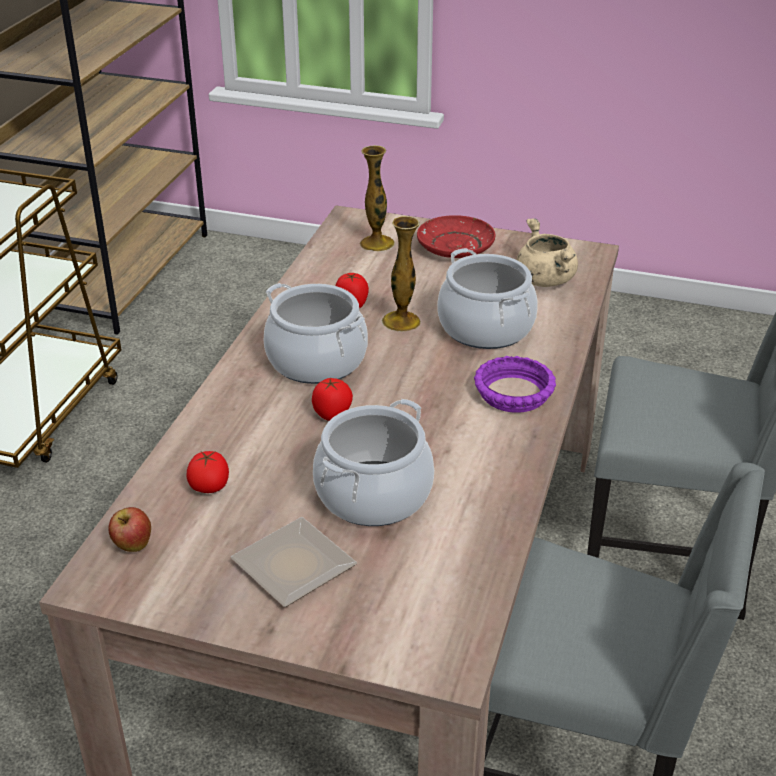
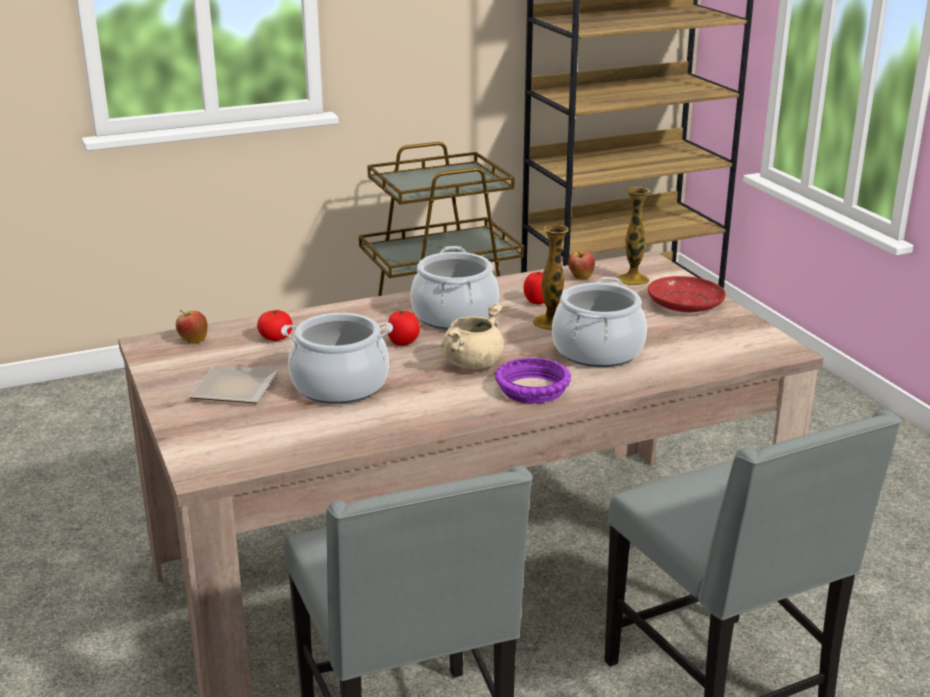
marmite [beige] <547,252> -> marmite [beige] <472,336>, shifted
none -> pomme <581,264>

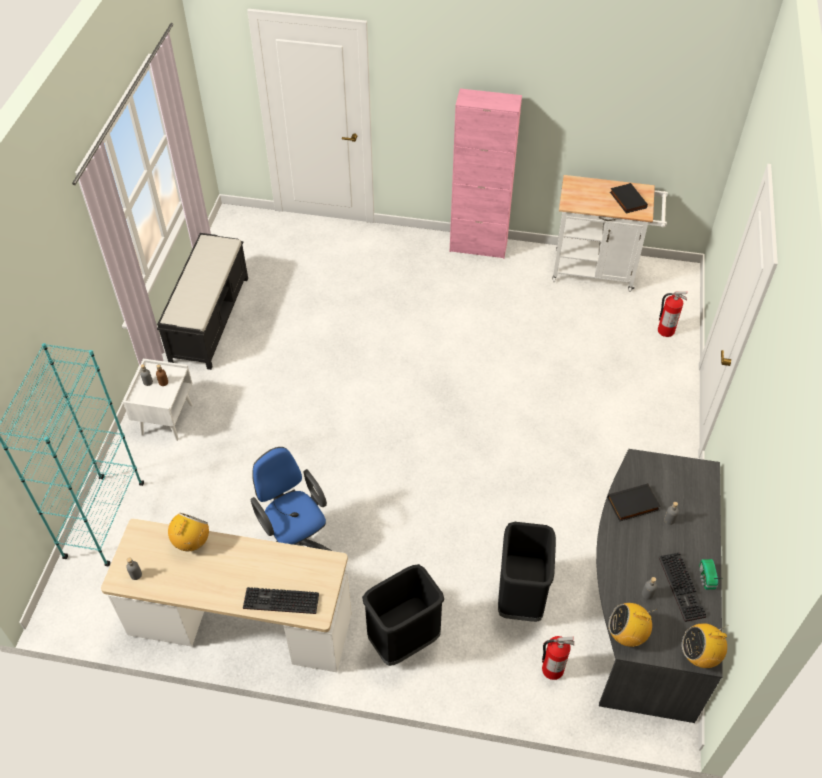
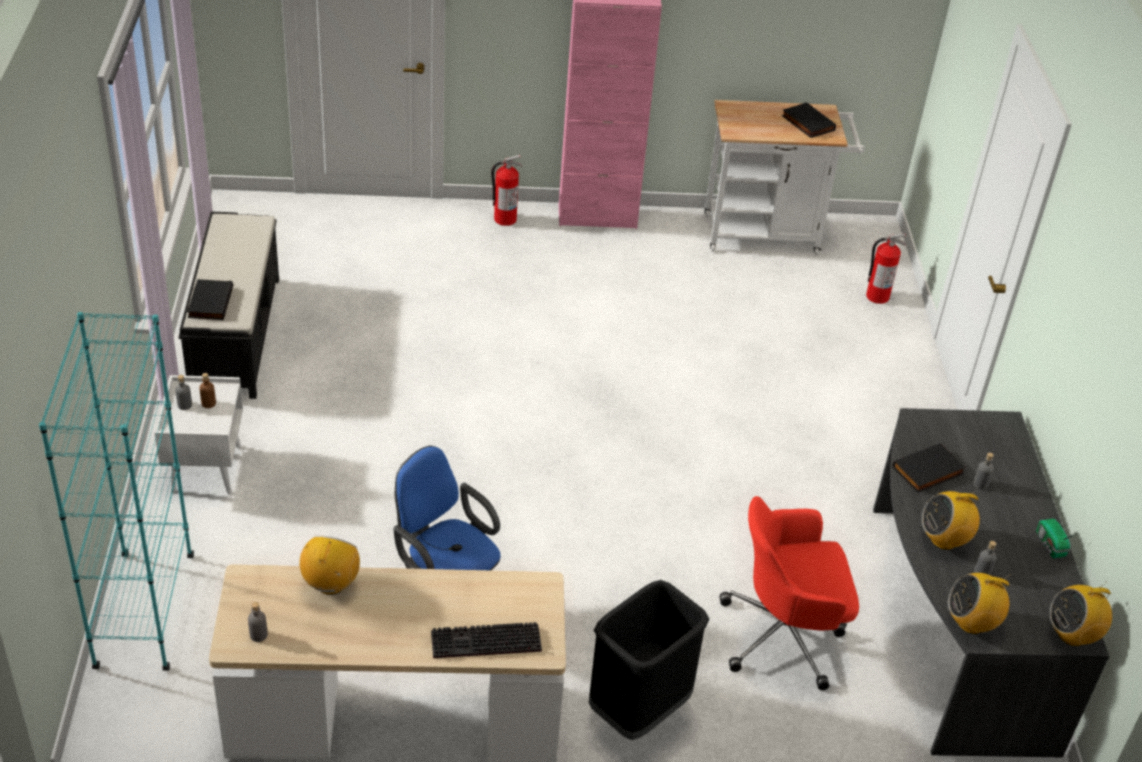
poubelle [noir] <527,572> -> chaise de bureau [rouge] <789,593>
extincteur <558,658> -> extincteur <506,190>, shifted
clavier <682,587> -> none
none -> livre [noir] <210,299>
none -> radio <950,519>

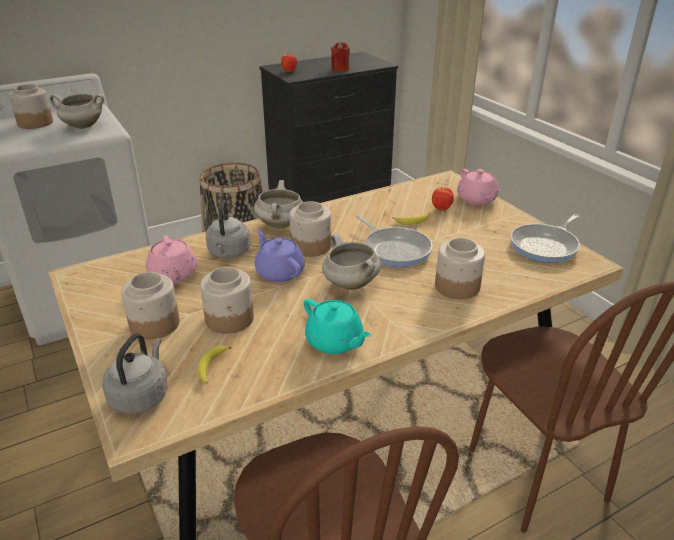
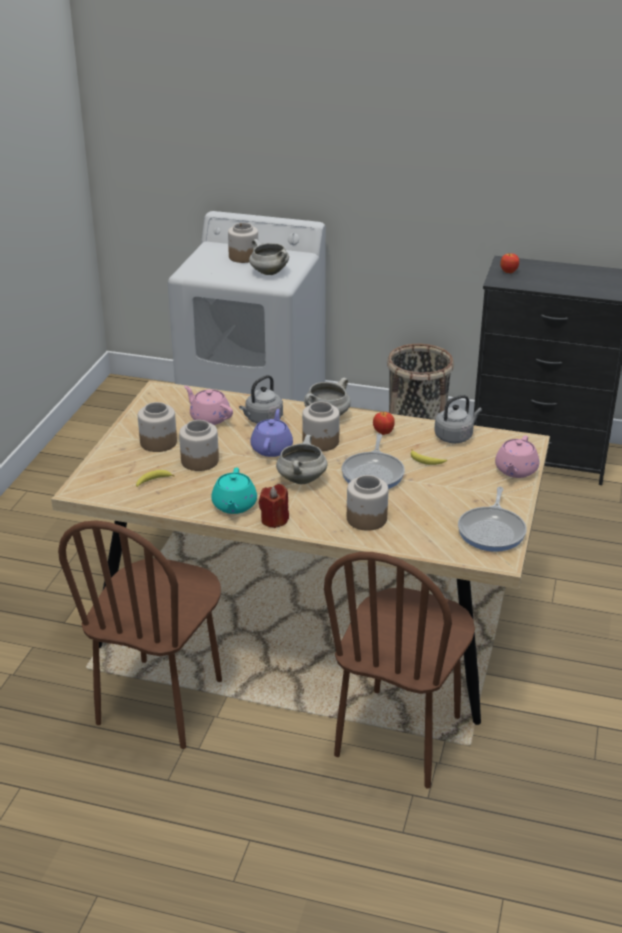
bouilloire [gris] <135,374> -> bouilloire [gris] <458,419>, shifted
théière [rose] <171,259> -> théière [rose] <208,405>, 105 degrees clockwise
bougie [rouge] <340,57> -> bougie [rouge] <274,506>, shifted
pomme <443,199> -> pomme <384,423>, shifted
poêle <545,238> -> poêle <492,519>, 75 degrees counterclockwise

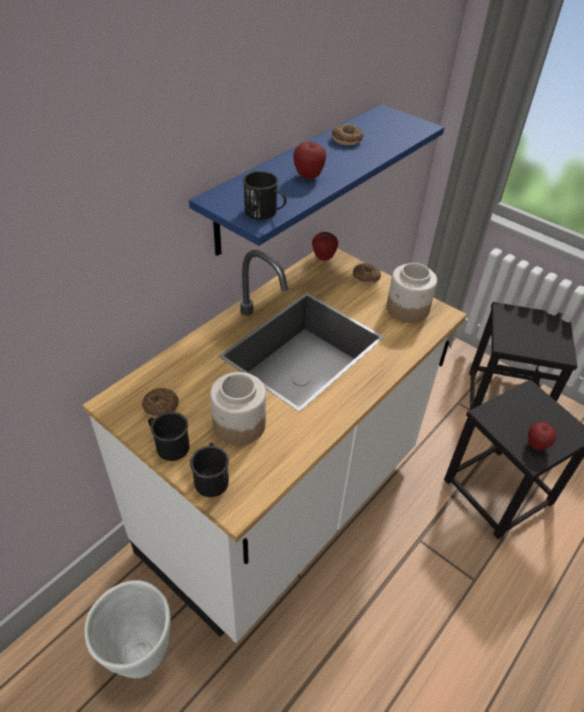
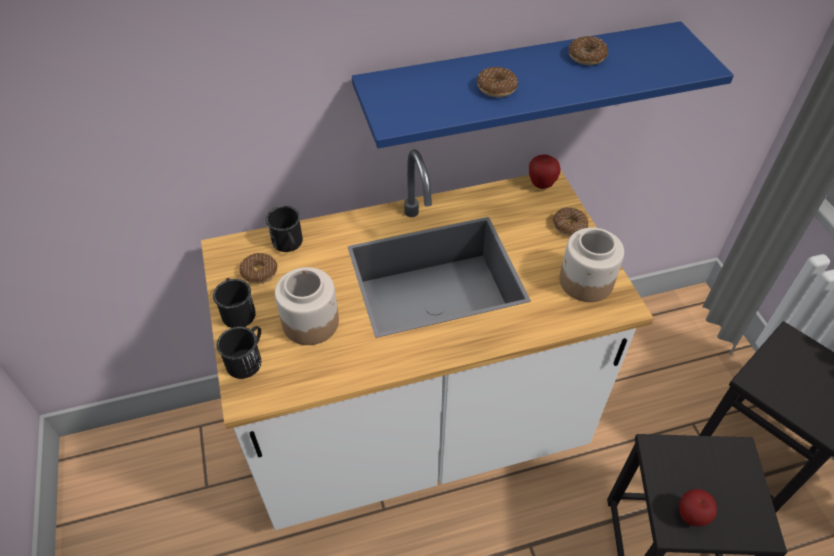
cache-pot [blanc] <127,629> -> none
mug [noir] <264,195> -> mug [noir] <284,229>, shifted
pomme <309,160> -> beignet <497,82>

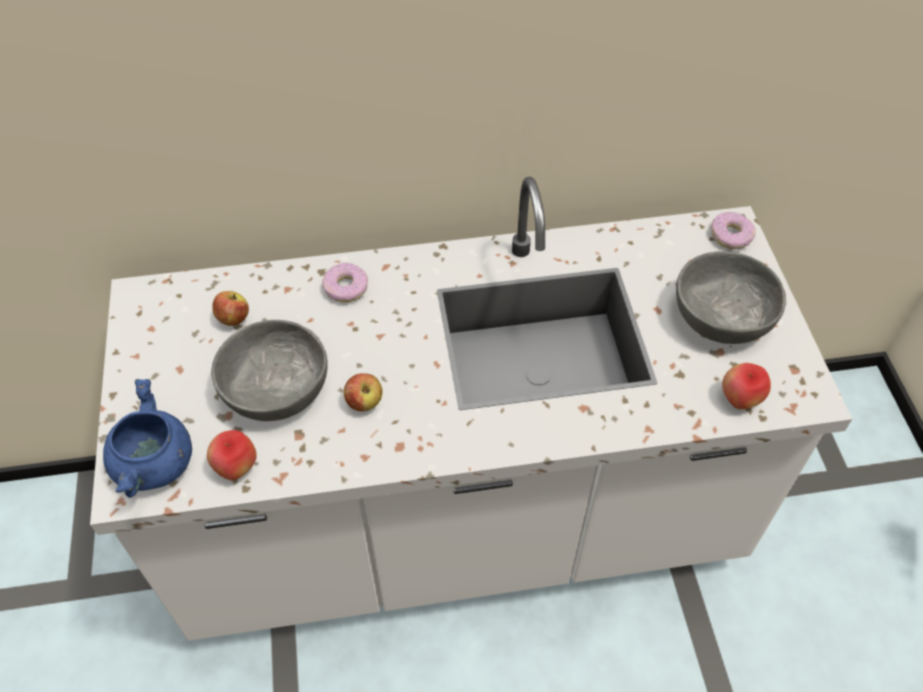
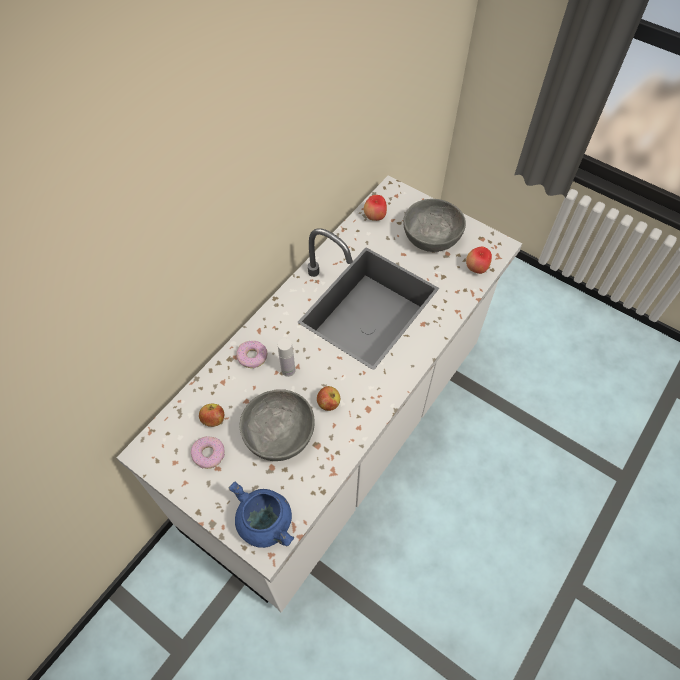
pomme <232,455> -> pomme <375,208>, shifted
beignet <733,230> -> beignet <208,452>, shifted
none -> bouteille [blanc] <286,357>

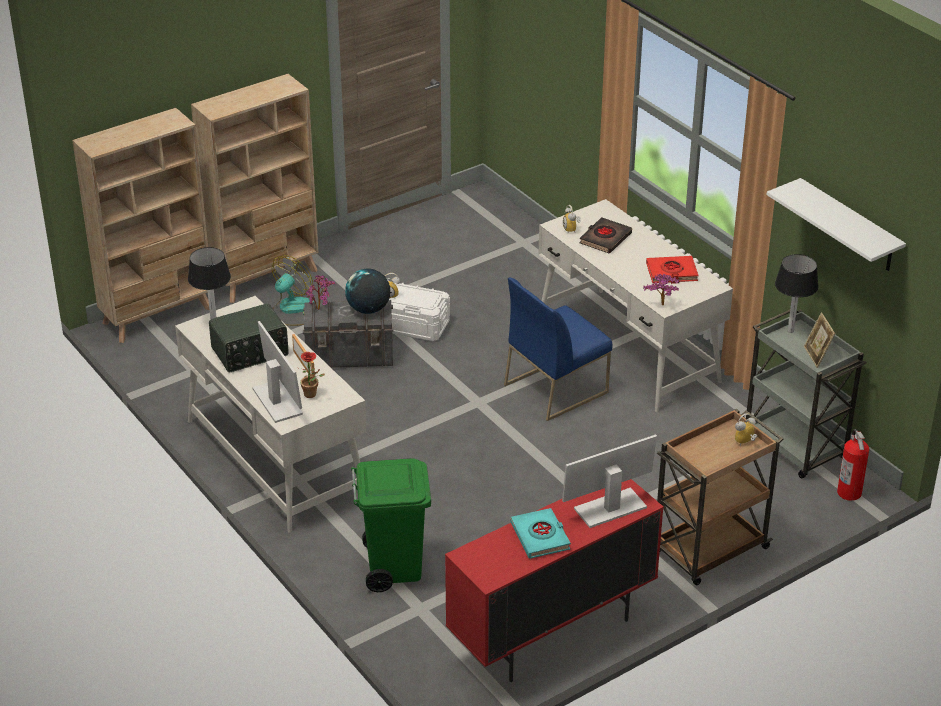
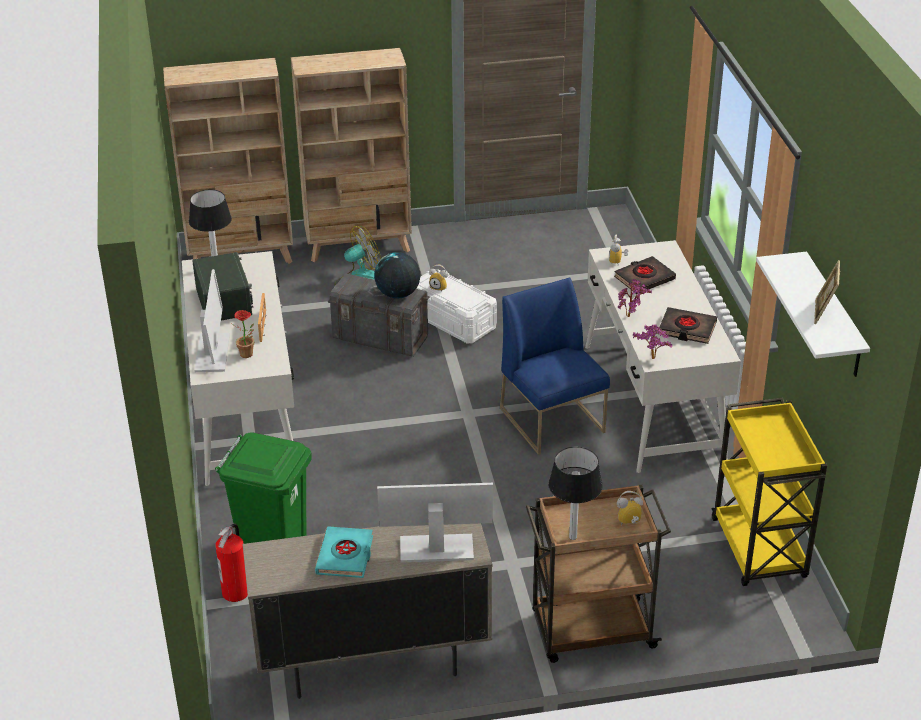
radio <249,337> -> radio <222,286>, 105 degrees counterclockwise
plante en pot <320,292> -> plante en pot <635,298>, shifted
meuble de rangement [rouge] <554,580> -> meuble de rangement [beige] <368,611>
chaise [bleu] <558,349> -> chaise [bleu] <555,366>, 75 degrees clockwise
livre [rouge] <672,270> -> livre [noir] <688,325>
chariot [gris] <806,394> -> chariot [jaune] <769,492>
lampe de table <797,293> -> lampe de table <575,493>, shifted
cadre photo <819,340> -> cadre photo <827,292>, shifted
extincteur <853,465> -> extincteur <231,563>, shifted

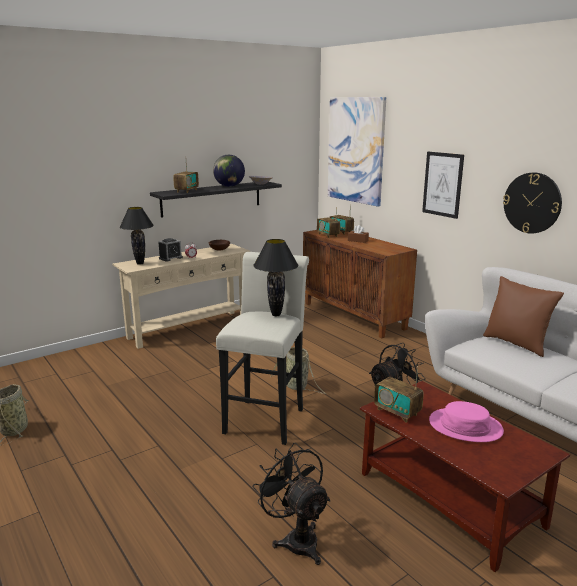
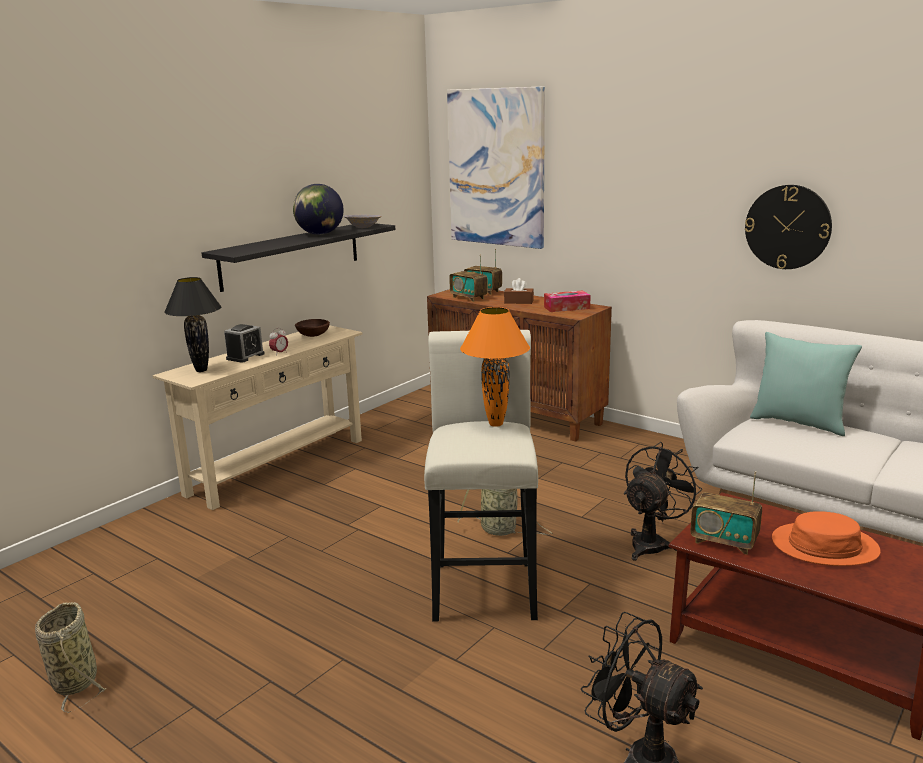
radio <186,179> -> none
lampe de table [noir] <275,277> -> lampe de table [orange] <495,367>
tableau <443,185> -> none
chapeau [rose] <466,421> -> chapeau [orange] <826,538>
coussin [marron] <523,316> -> coussin [turquoise] <806,384>
none -> boîte à mouchoirs <567,301>

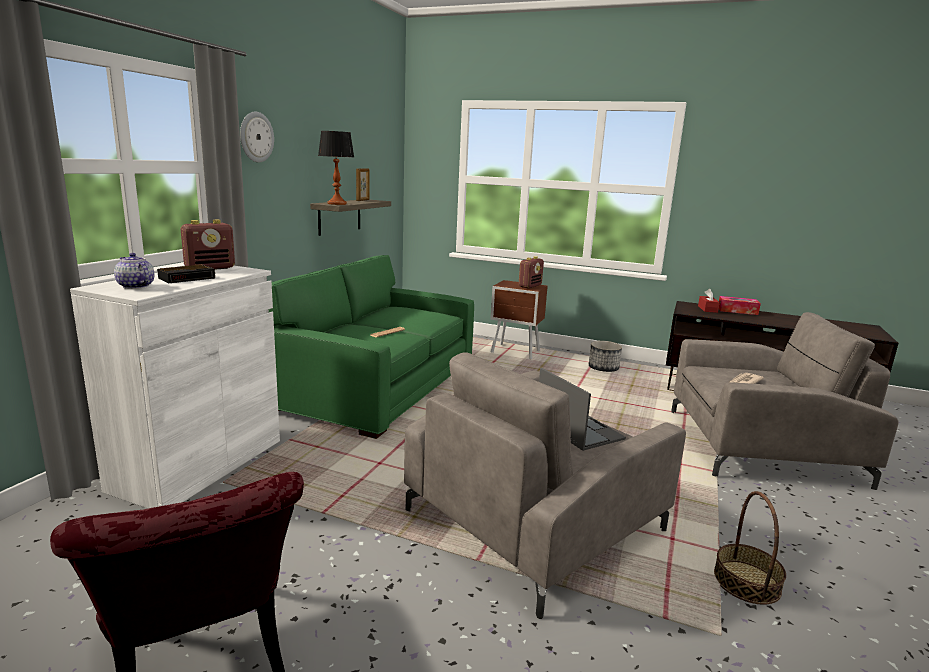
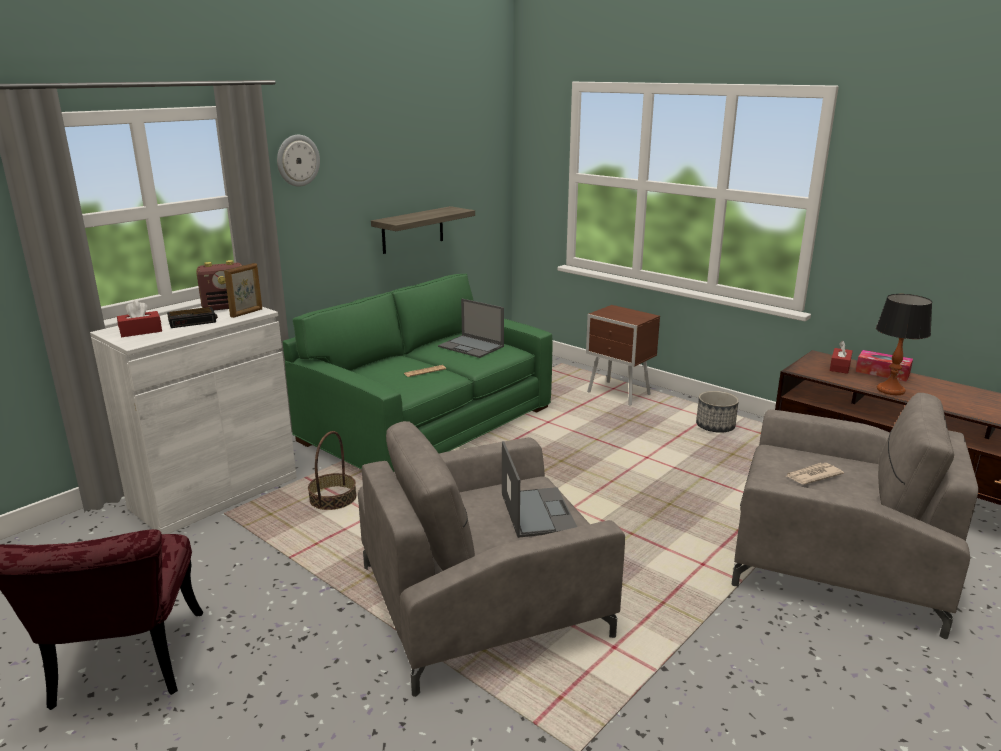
théière <134,271> -> boîte à mouchoirs [rouge] <139,318>
lampe de table <336,168> -> lampe de table <904,344>, shifted
cadre photo <363,184> -> cadre photo <243,290>, shifted
radio <531,272> -> none
panier <750,548> -> panier <332,470>, shifted
none -> ordinateur portable <471,328>

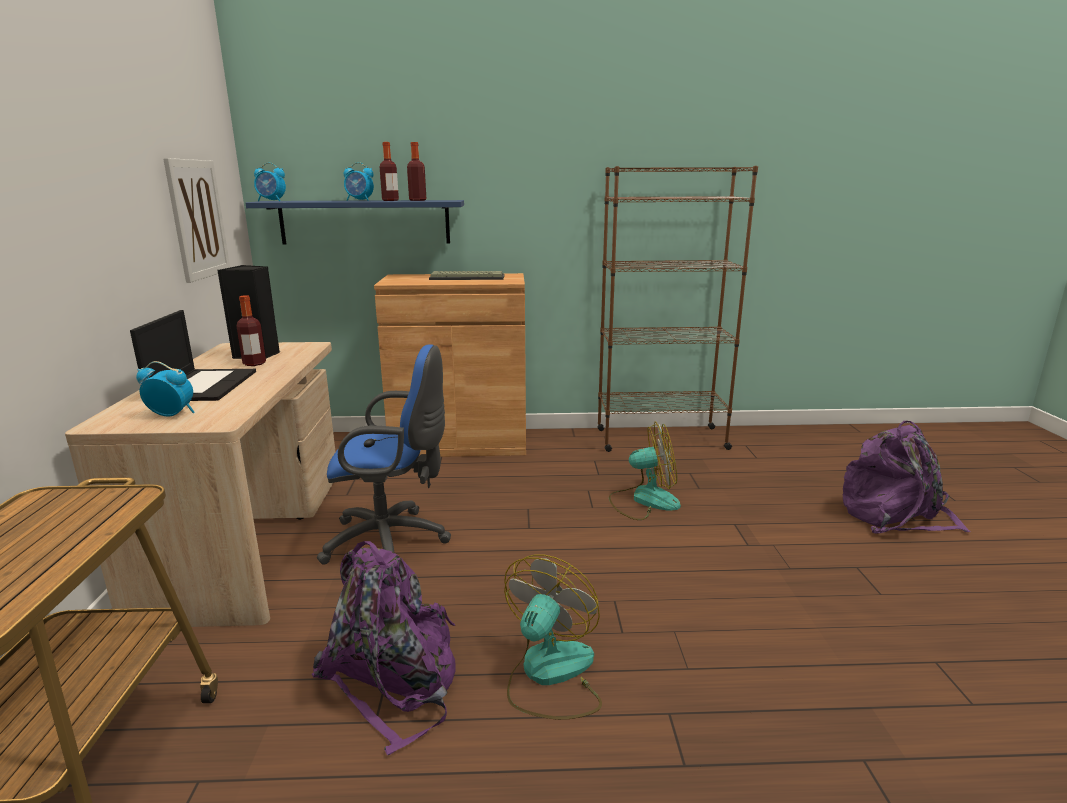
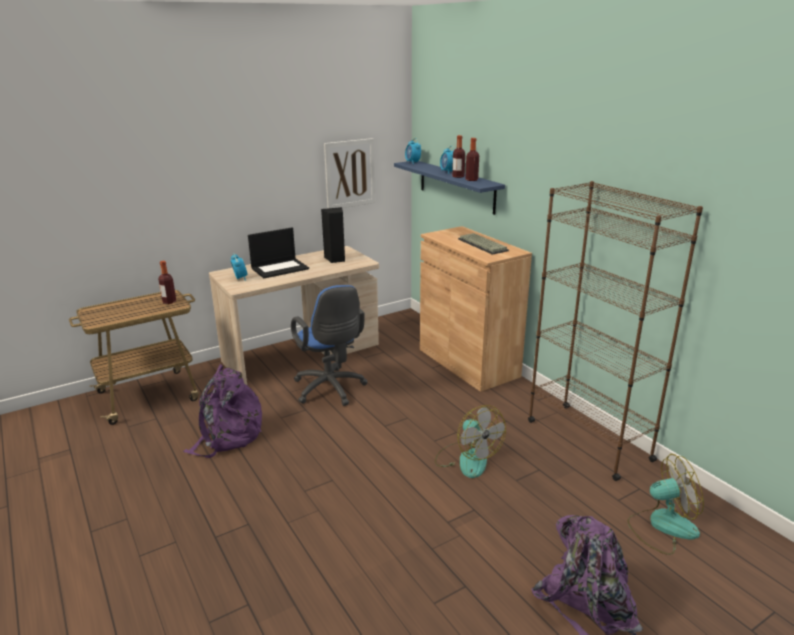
bouteille <251,330> -> bouteille <167,282>, shifted
ventilateur <553,637> -> ventilateur <665,504>, shifted

